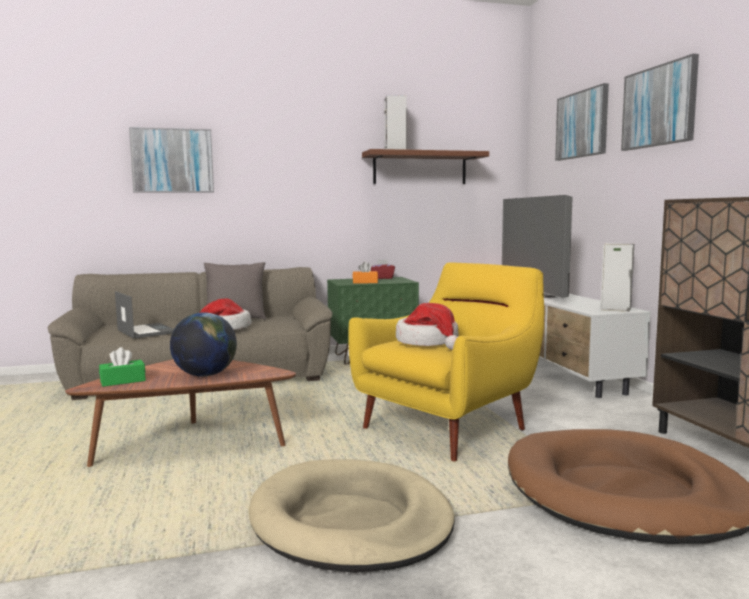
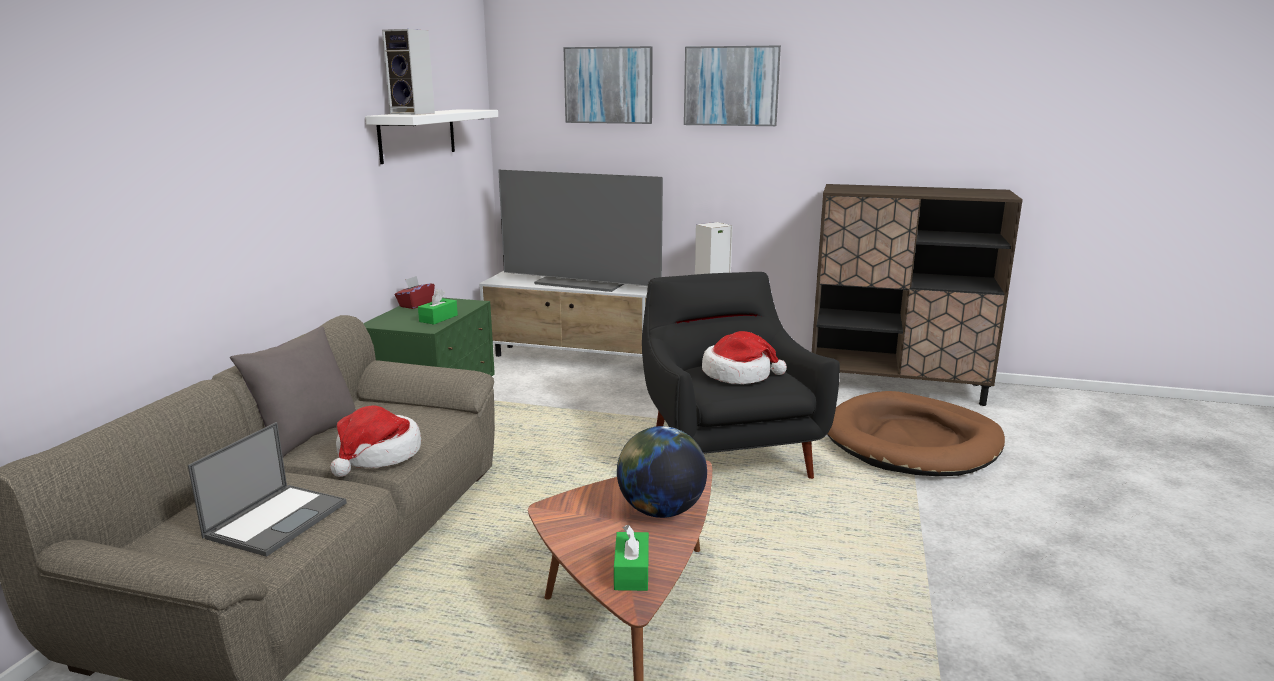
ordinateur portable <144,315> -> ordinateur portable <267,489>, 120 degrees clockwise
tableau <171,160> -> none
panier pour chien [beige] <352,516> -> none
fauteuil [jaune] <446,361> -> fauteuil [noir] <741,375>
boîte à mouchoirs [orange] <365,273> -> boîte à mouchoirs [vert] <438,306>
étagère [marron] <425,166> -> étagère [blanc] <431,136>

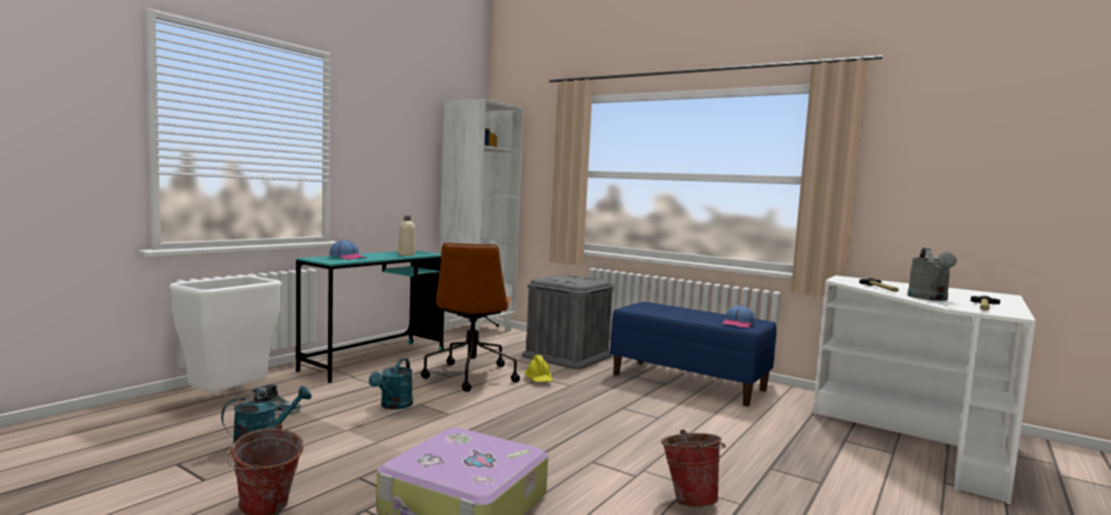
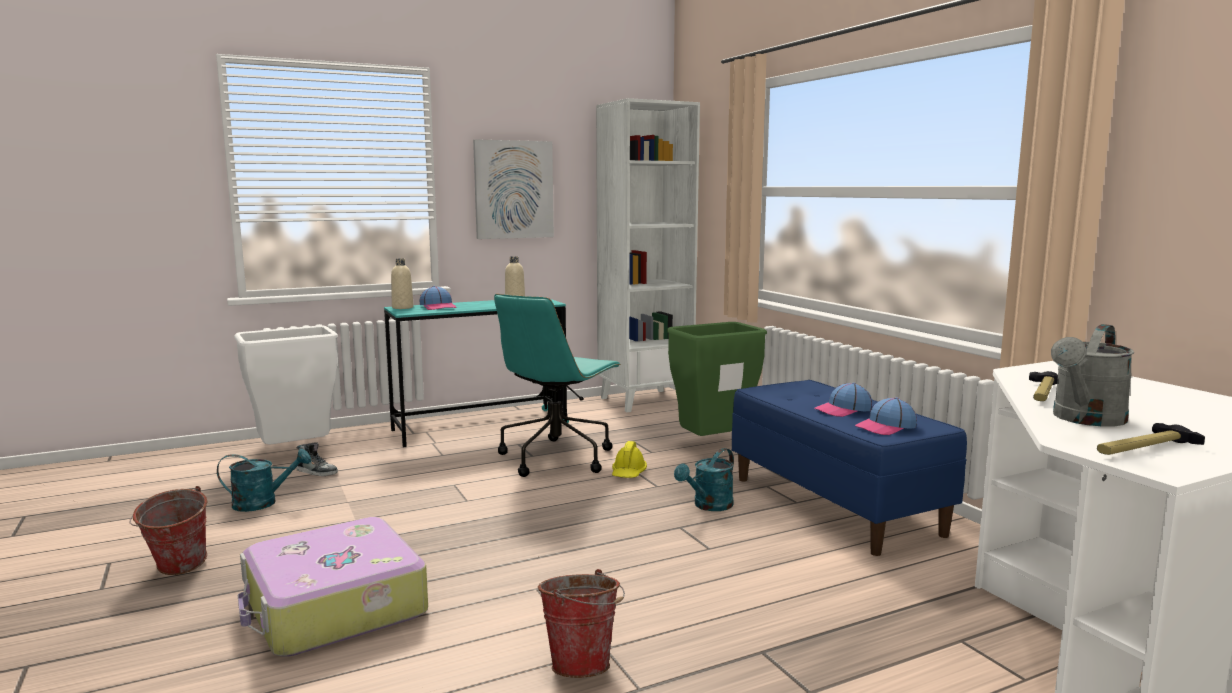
arrosoir [turquoise] <391,383> -> arrosoir [turquoise] <704,479>, shifted
chaise de bureau [marron] <470,317> -> chaise de bureau [turquoise] <557,385>
boîte de rangement [gris] <568,321> -> poubelle [vert] <717,379>
none -> bouteille [beige] <402,284>
none -> tableau <513,189>
none -> casquette <843,400>

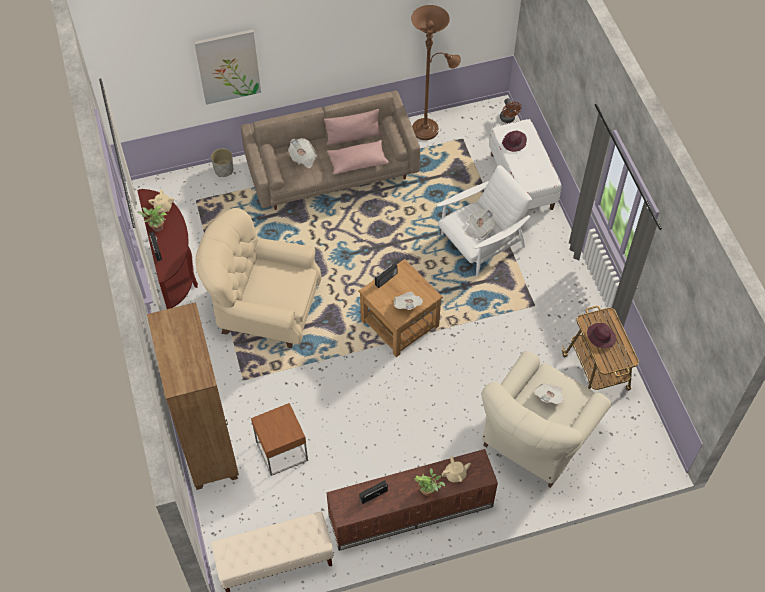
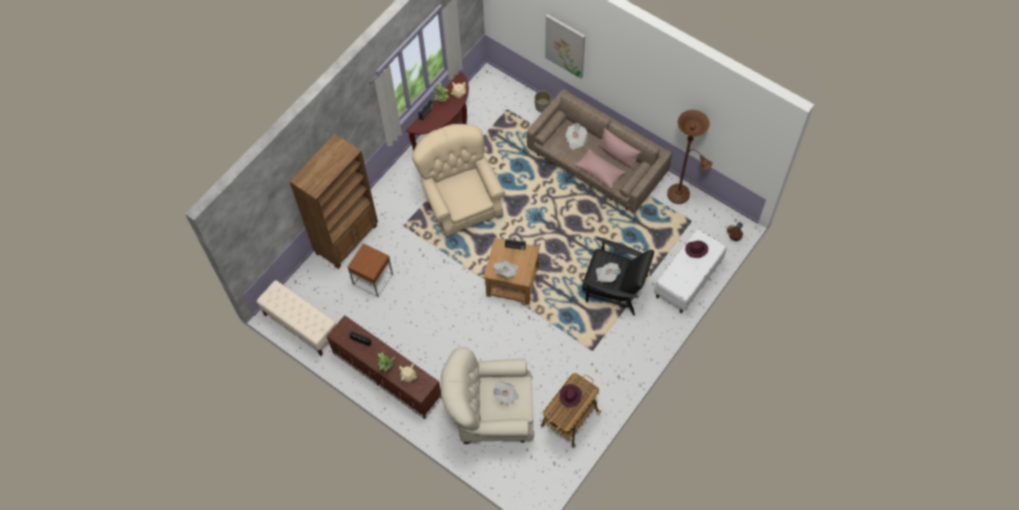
fauteuil [blanc] <484,220> -> fauteuil [noir] <617,276>

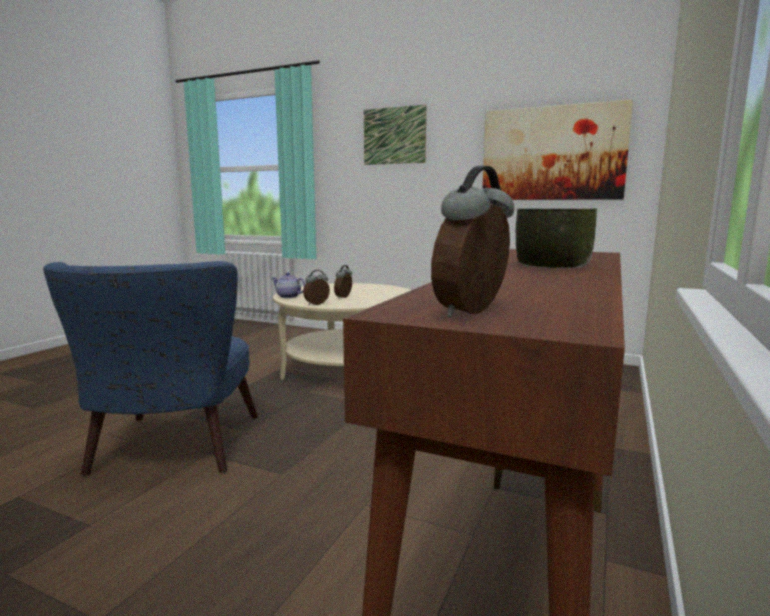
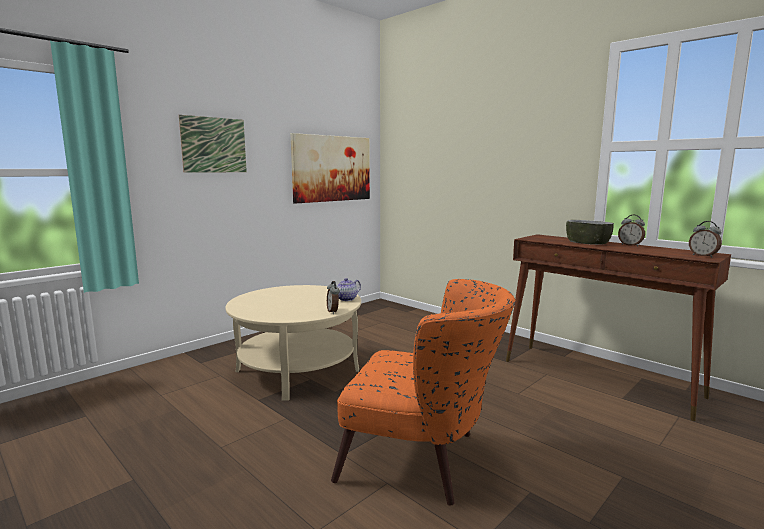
fauteuil [bleu] <150,368> -> fauteuil [orange] <423,392>
théière <288,285> -> théière <349,289>, shifted
réveil <343,282> -> réveil <631,230>, shifted

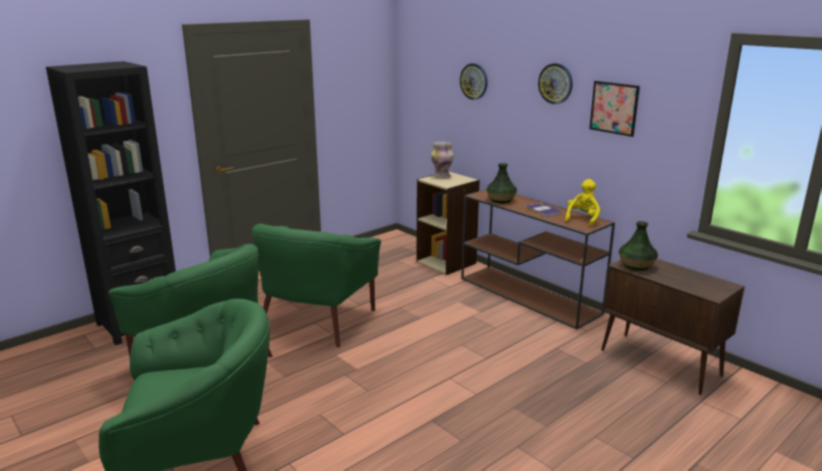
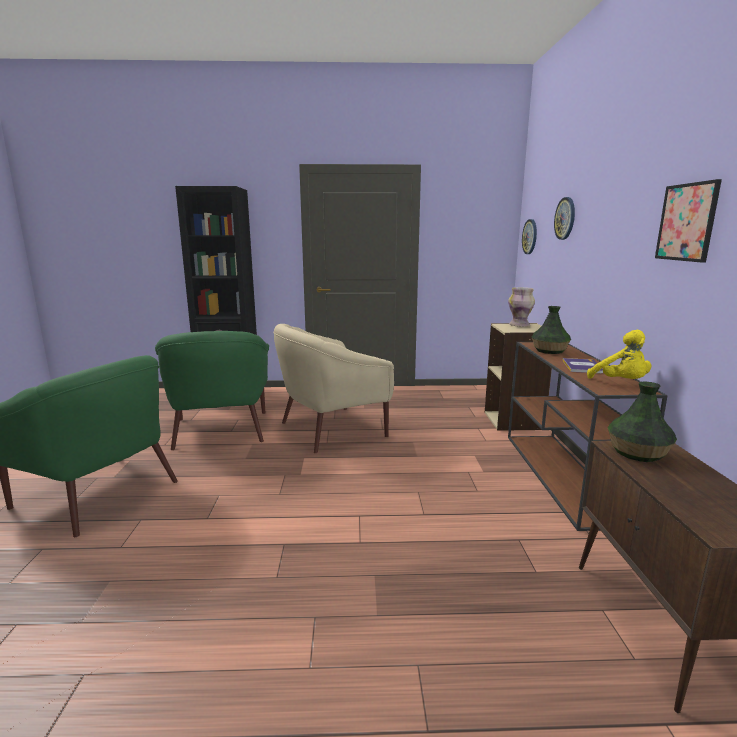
fauteuil [vert] <316,285> -> fauteuil [beige] <333,388>
horloge murale <555,83> -> horloge murale <529,236>, shifted
peluche [jaune] <582,203> -> peluche [jaune] <619,354>, 90 degrees clockwise

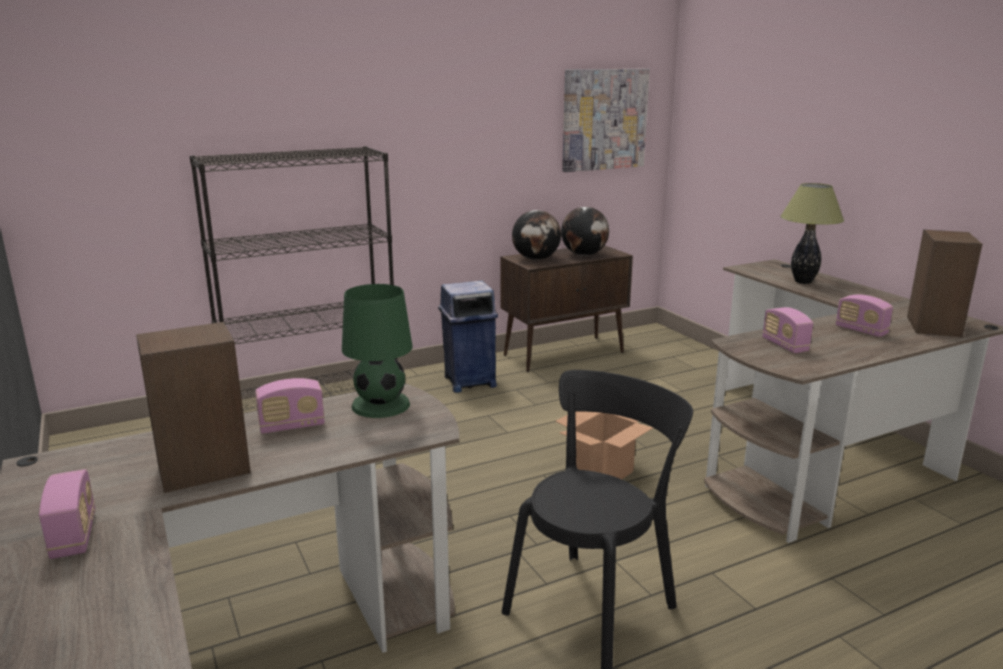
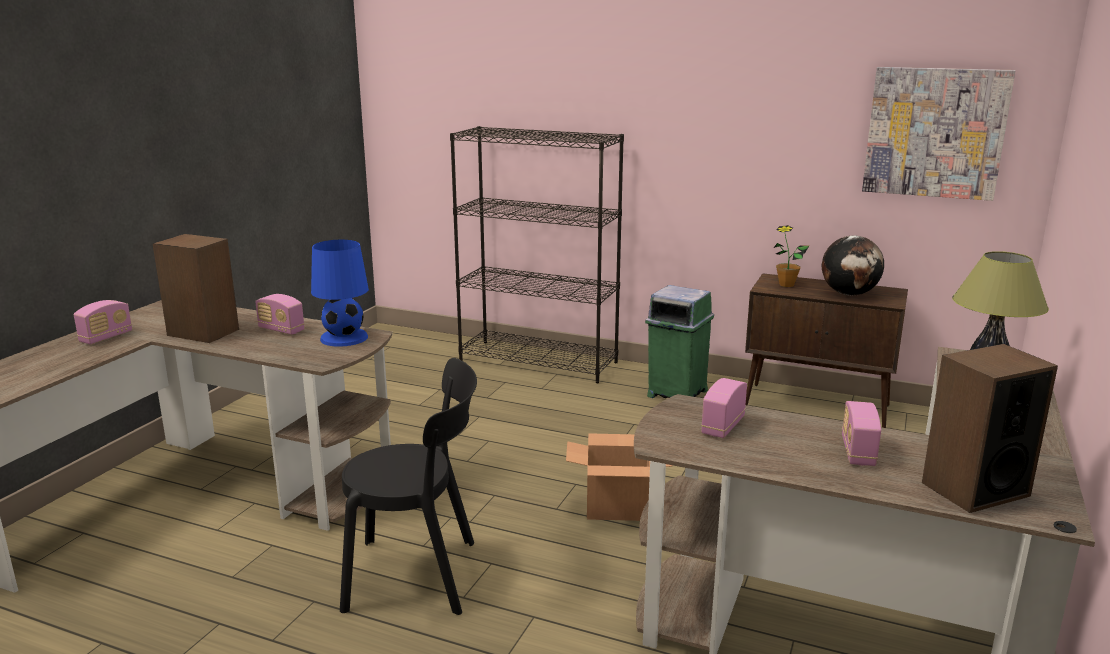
lampe de table [vert] <377,351> -> lampe de table [bleu] <340,293>
poubelle [bleu] <468,336> -> poubelle [vert] <679,341>
globe <536,235> -> plante en pot <791,256>

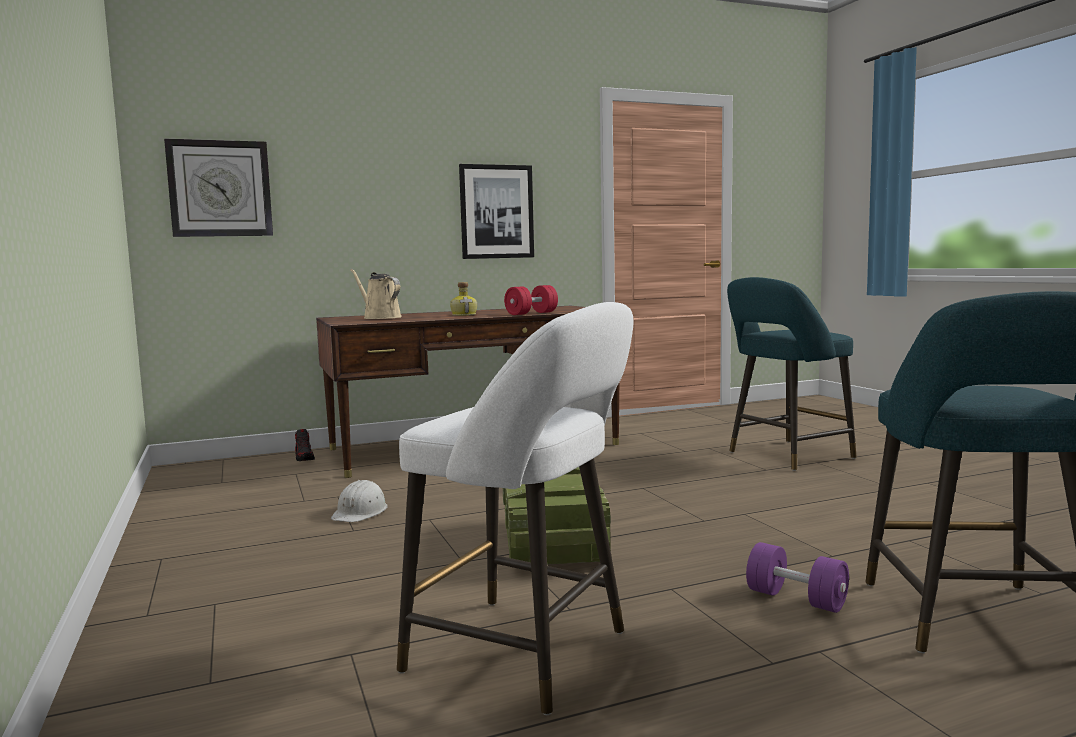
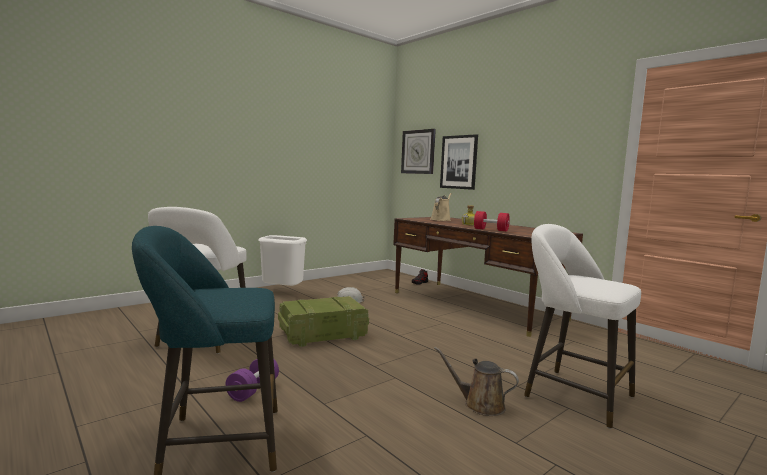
tableau <496,211> -> tableau <459,162>, shifted
tabouret [turquoise] <791,374> -> tabouret [blanc] <582,326>
none -> poubelle [blanc] <282,260>
none -> arrosoir [marron] <476,381>

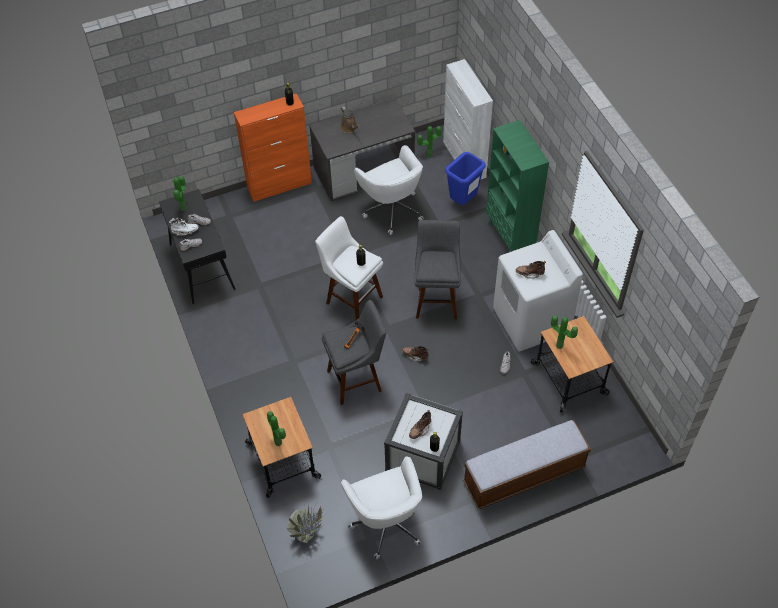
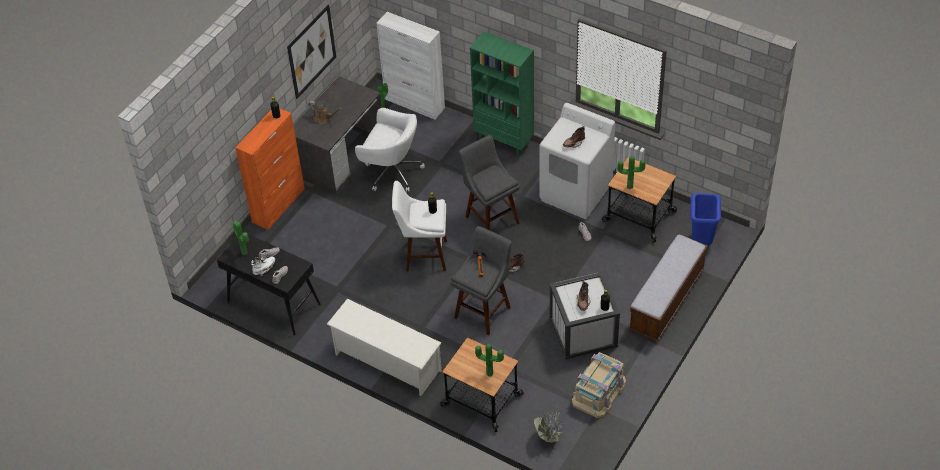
chaise de bureau [blanc] <381,508> -> boîte de rangement [beige] <599,385>
poubelle [bleu] <465,178> -> poubelle [bleu] <705,219>, shifted
none -> tableau <311,51>
none -> étagère à chaussures [blanc] <384,347>

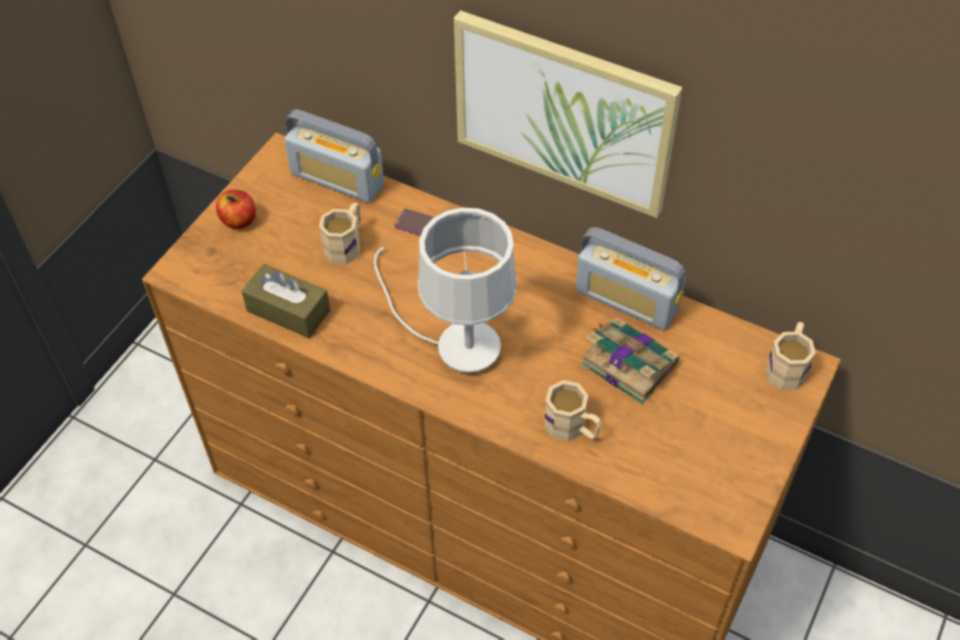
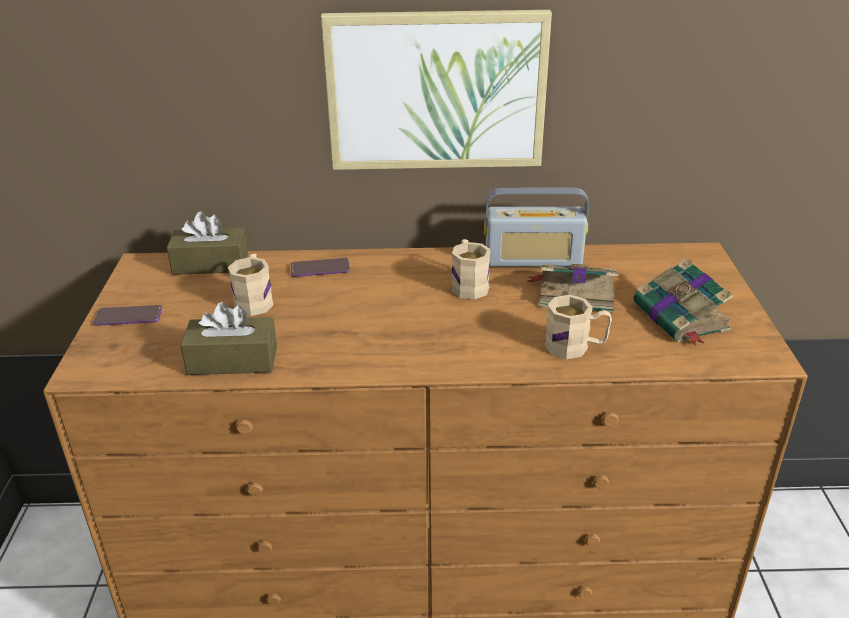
pomme <236,209> -> téléphone <128,315>
radio <334,156> -> boîte à mouchoirs [marron] <207,243>
lampe de table [blanc] <445,290> -> none
mug [beige] <790,356> -> mug [beige] <471,269>, shifted
none -> livre <683,301>

